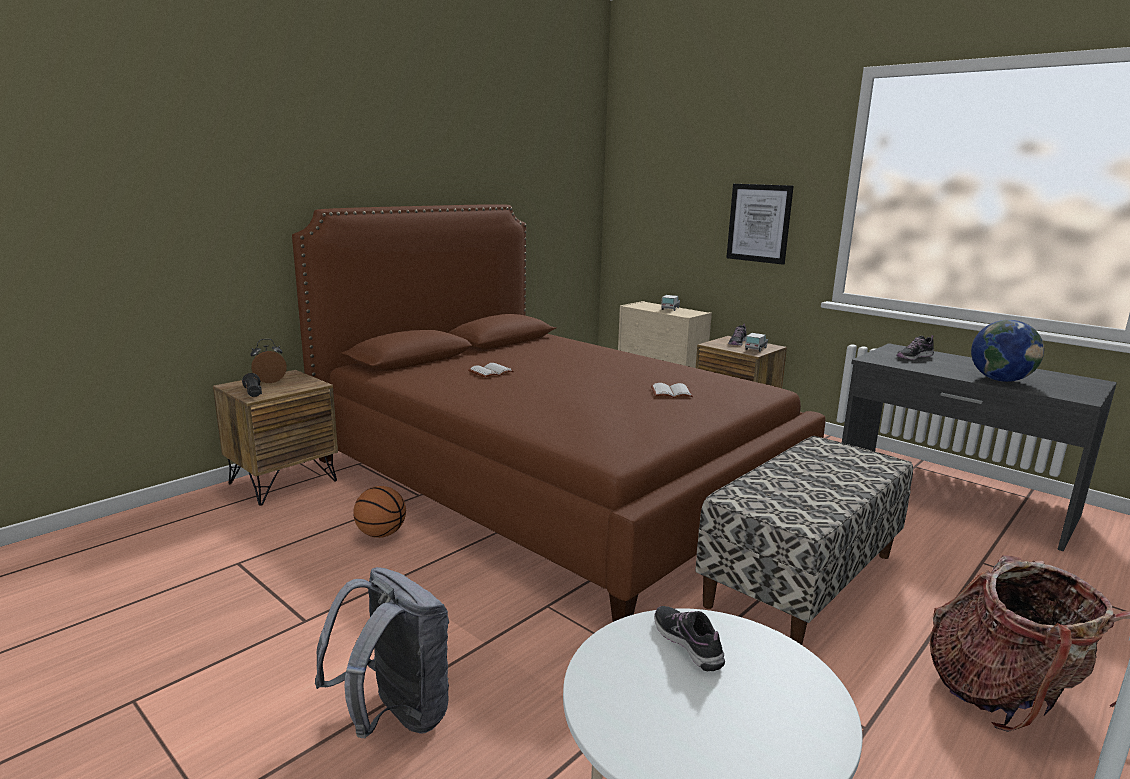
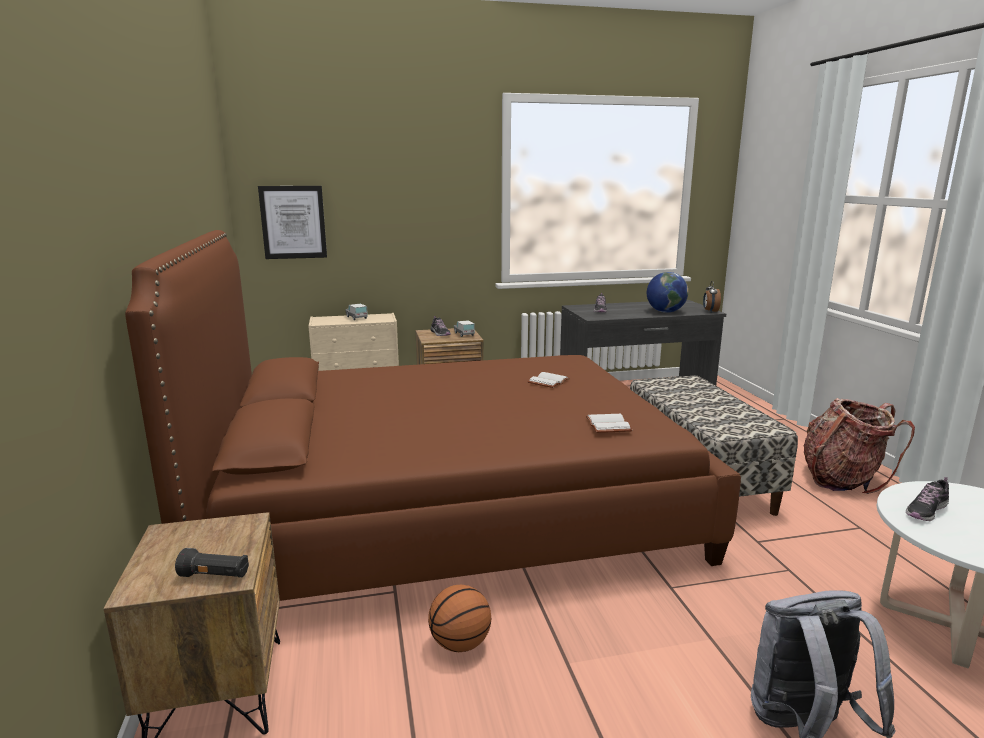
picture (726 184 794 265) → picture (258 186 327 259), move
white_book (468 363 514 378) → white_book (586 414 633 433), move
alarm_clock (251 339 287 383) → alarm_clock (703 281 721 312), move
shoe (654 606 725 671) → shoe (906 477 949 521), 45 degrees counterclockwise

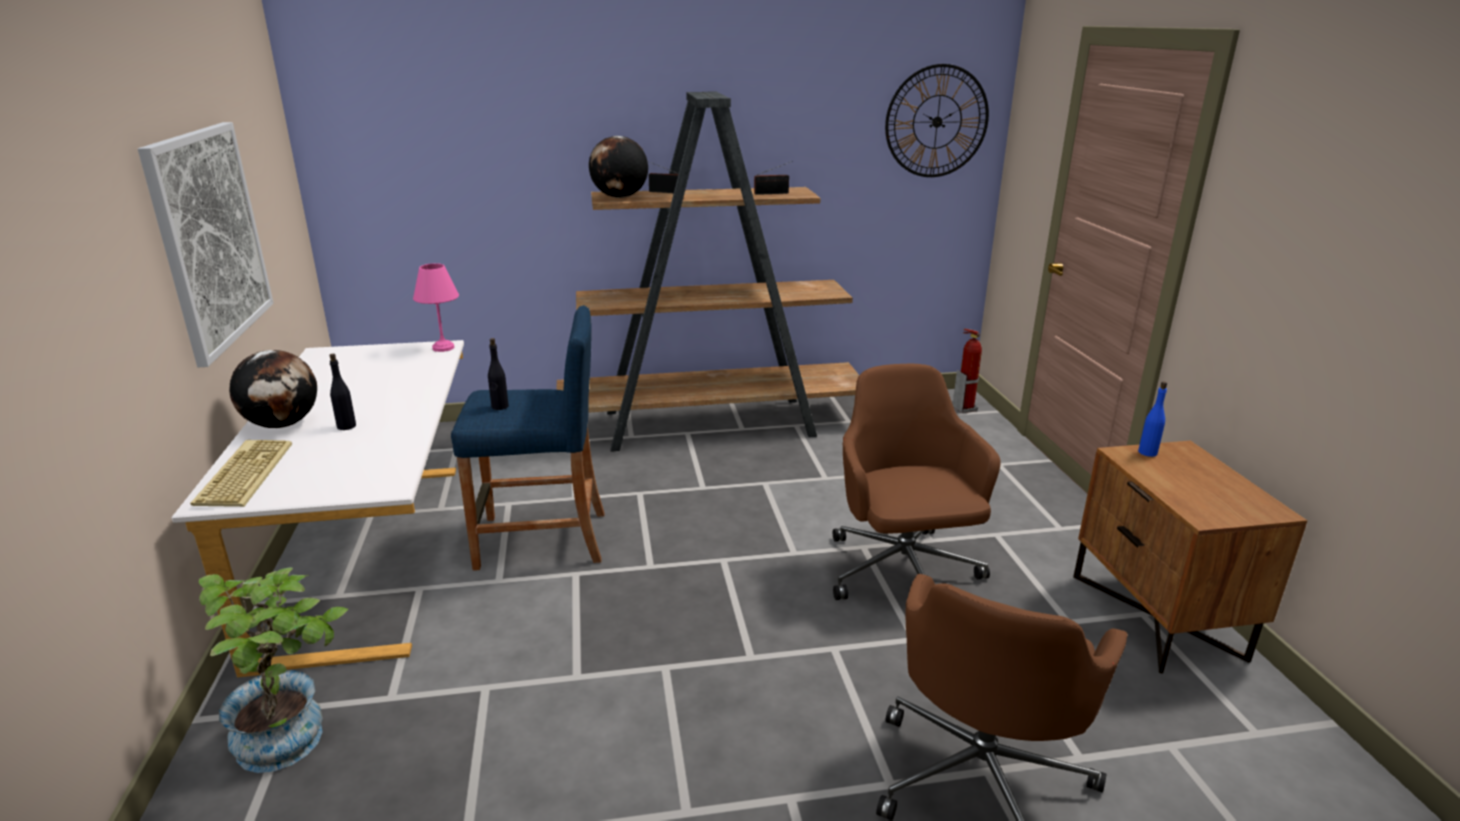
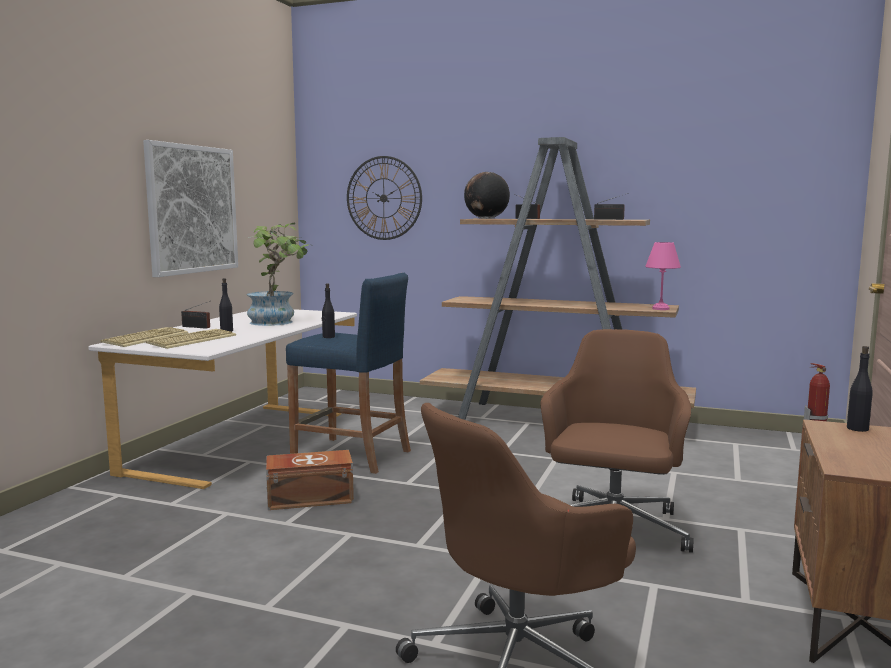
- → keyboard (146 329 236 349)
globe (229 350 317 428) → radio (181 301 210 329)
potted_plant (199 567 348 773) → potted_plant (246 223 308 326), move
- → brown_storage_box (266 450 354 510)
wall_clock (885 64 989 177) → wall_clock (347 156 422 240), move
pink_table_lamp (413 263 459 352) → pink_table_lamp (645 242 681 310), move
blue_bottle (1138 382 1167 457) → black_bottle (847 346 873 432)

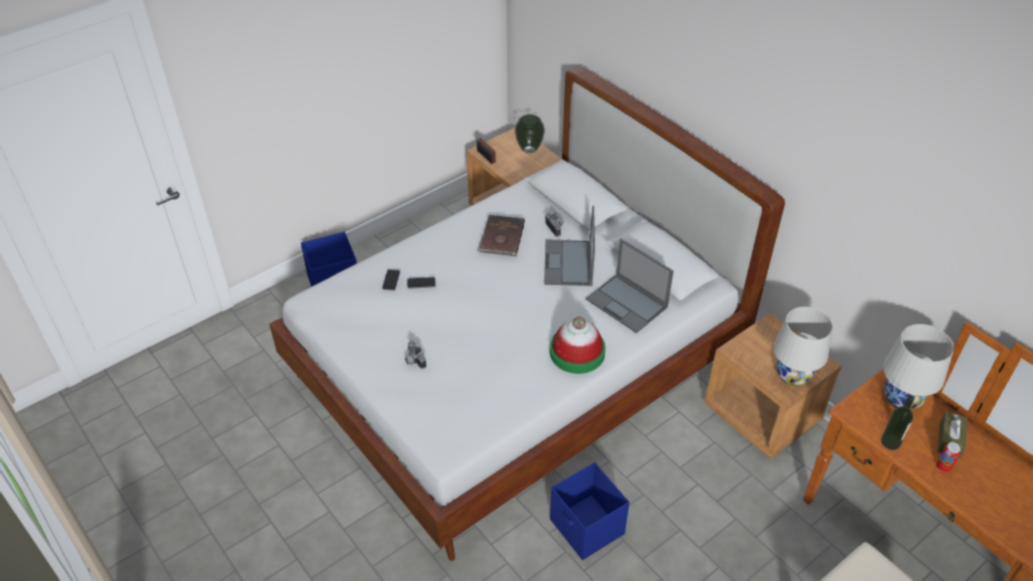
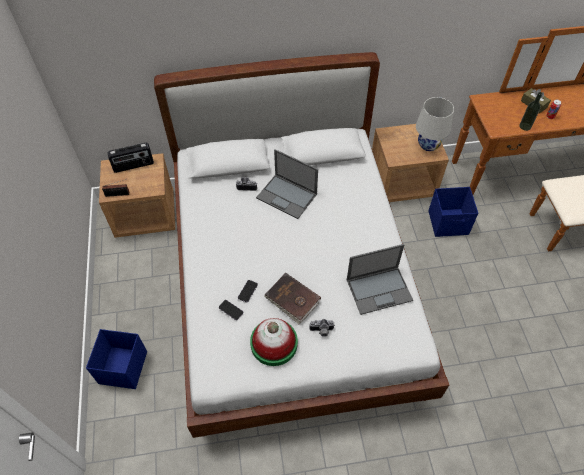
vase (515 114 545 153) → radio (107 143 154 173)
hat (550 316 606 374) → hat (250 318 298 366), move
brown_book (477 215 525 256) → brown_book (264 273 321 324), move
laptop (586 239 674 333) → laptop (347 244 413 315), move
blue_storage_box (550 462 630 560) → blue_storage_box (428 187 478 237), move
white_table_lamp (883 324 954 410) → -

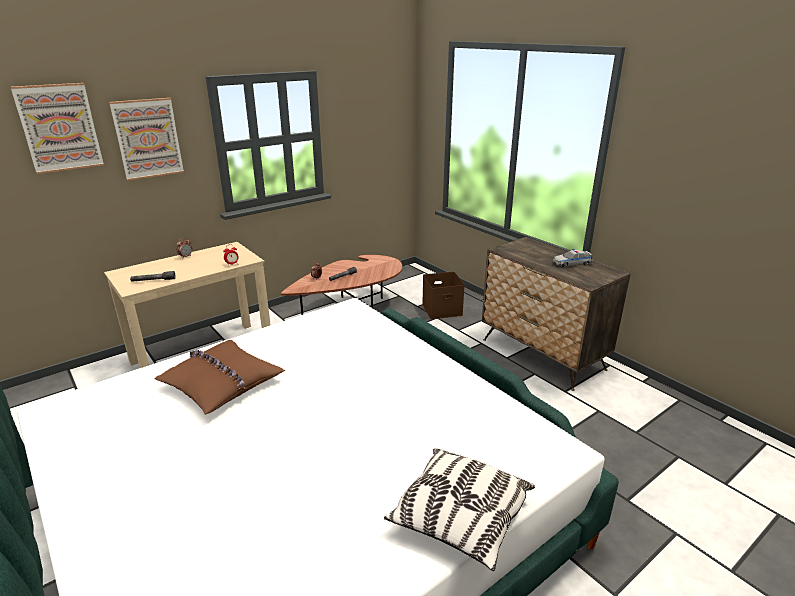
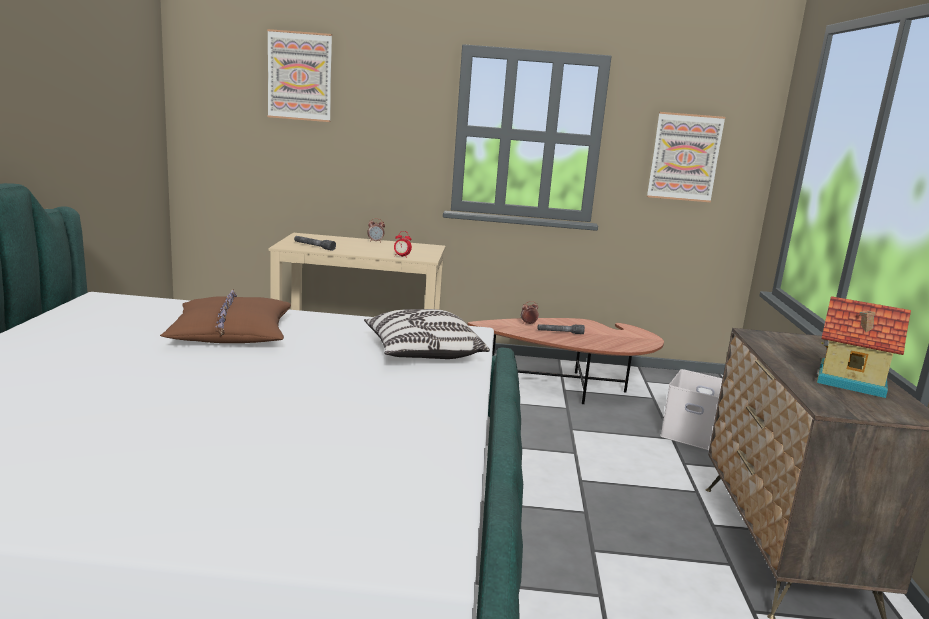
pillow (384 448 535 571) → pillow (364 309 490 359), move
picture (109 98 184 181) → picture (647 112 725 202), move
brown_storage_box (422 272 465 319) → white_storage_box (660 369 723 450)
toy_car (553 249 593 267) → toy_house (817 296 911 398)

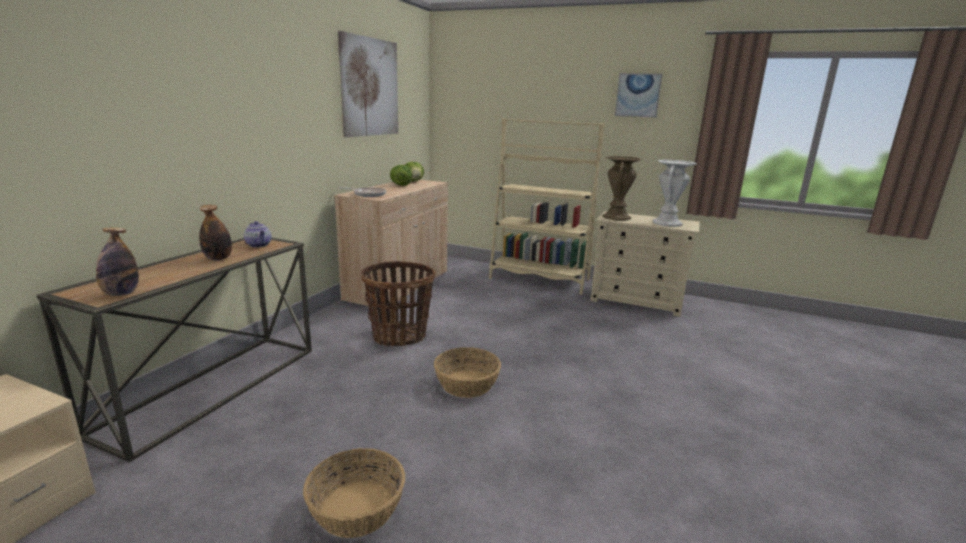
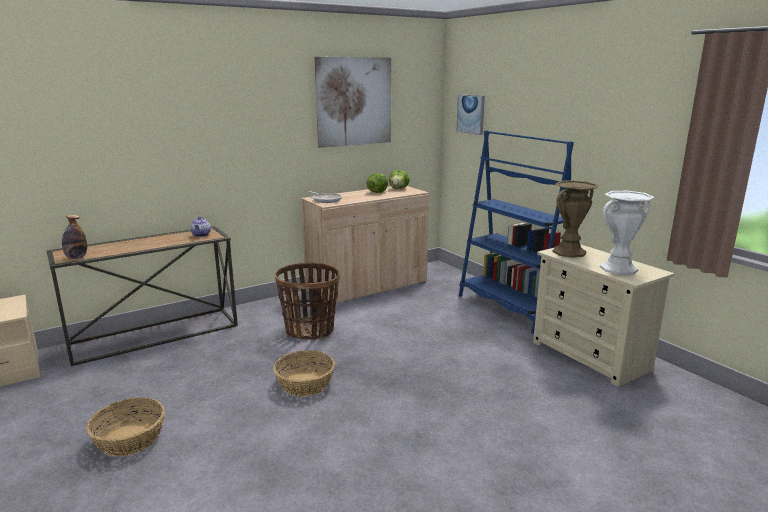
picture (615 73 662 118) → picture (456 94 485 135), move
beige_bookcase (489 119 605 295) → blue_bookcase (459 130 574 334)
bottle (199 205 232 260) → -

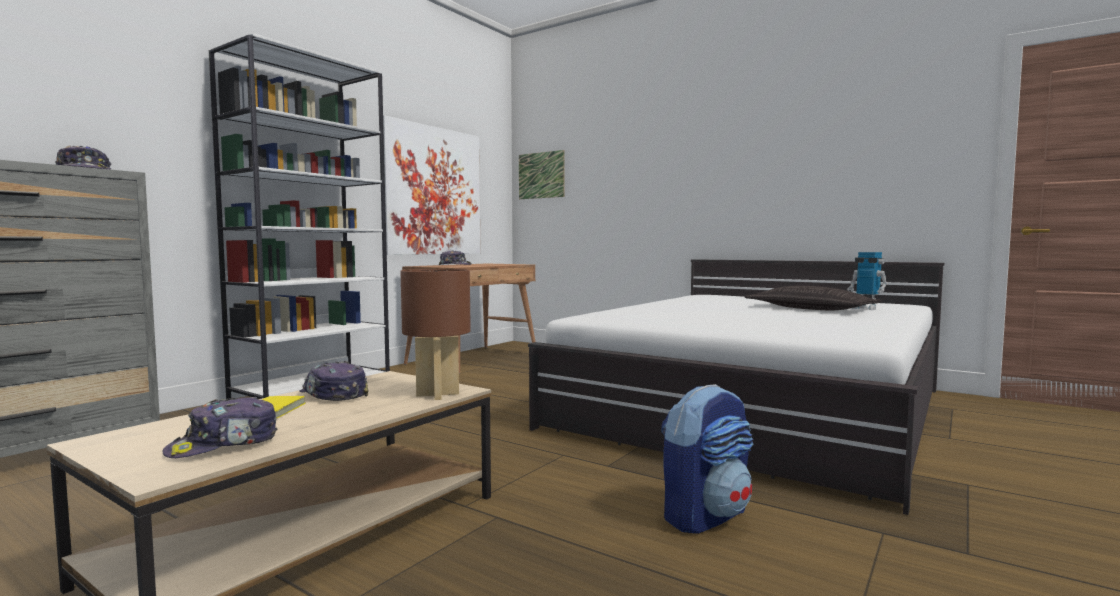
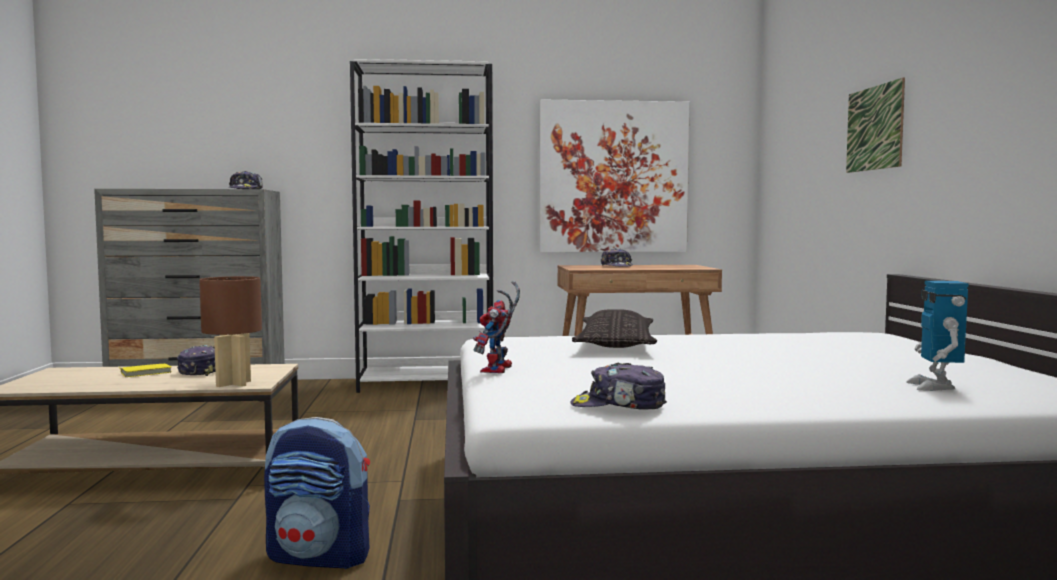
- → toy_robot (473 281 520 373)
cap (162 397 278 458) → cap (570 363 667 409), move
pillow (745 286 881 310) → pillow (572 309 657 348), move
picture (519 150 565 199) → picture (846 78 905 173), move

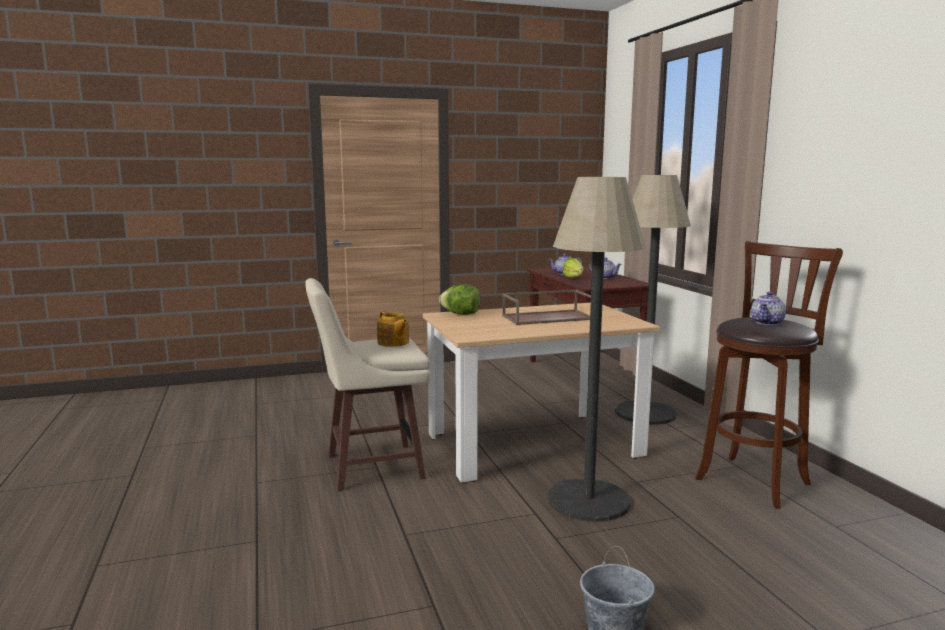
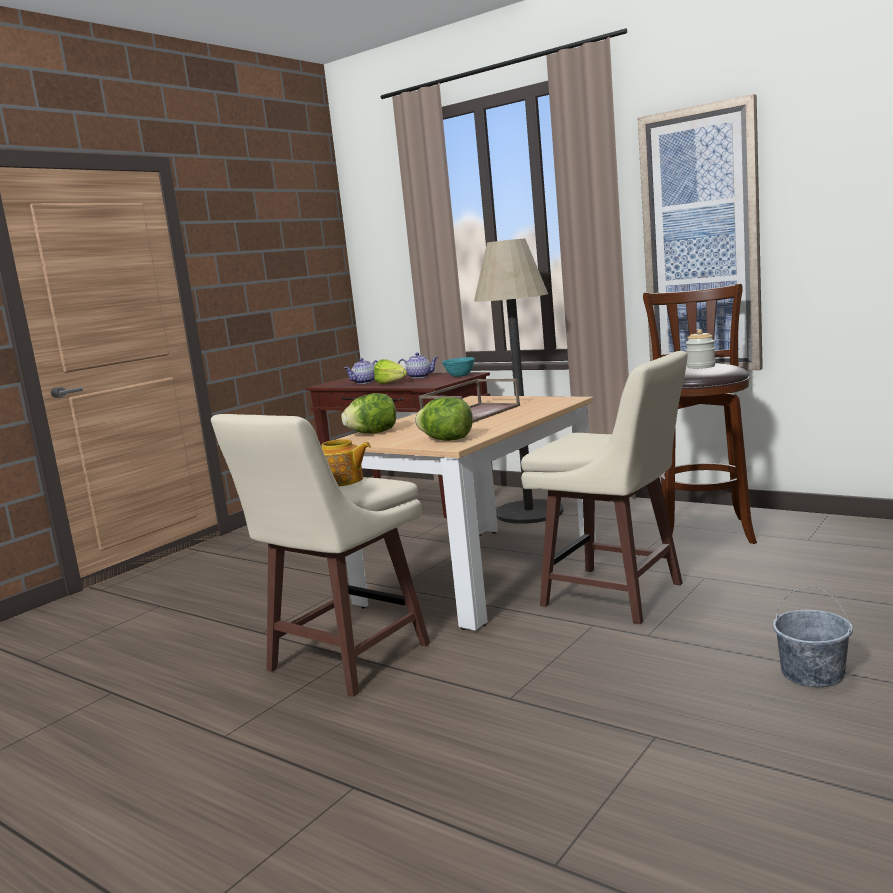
- → lettuce (415 397 473 441)
- → turquoise_bowl (442 357 475 377)
floor_lamp (548 177 646 522) → beige_stool (521 351 688 624)
- → picture (638 94 763 370)
teapot (751 292 786 325) → jar (686 329 715 369)

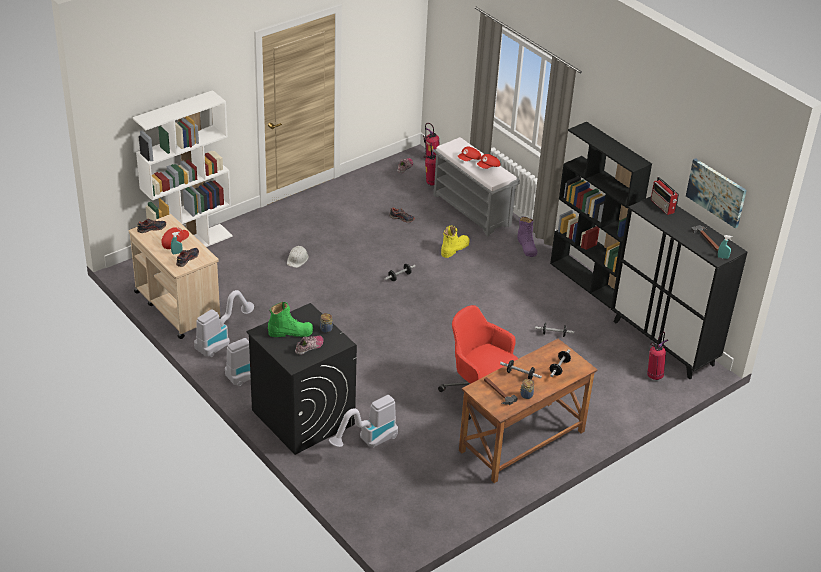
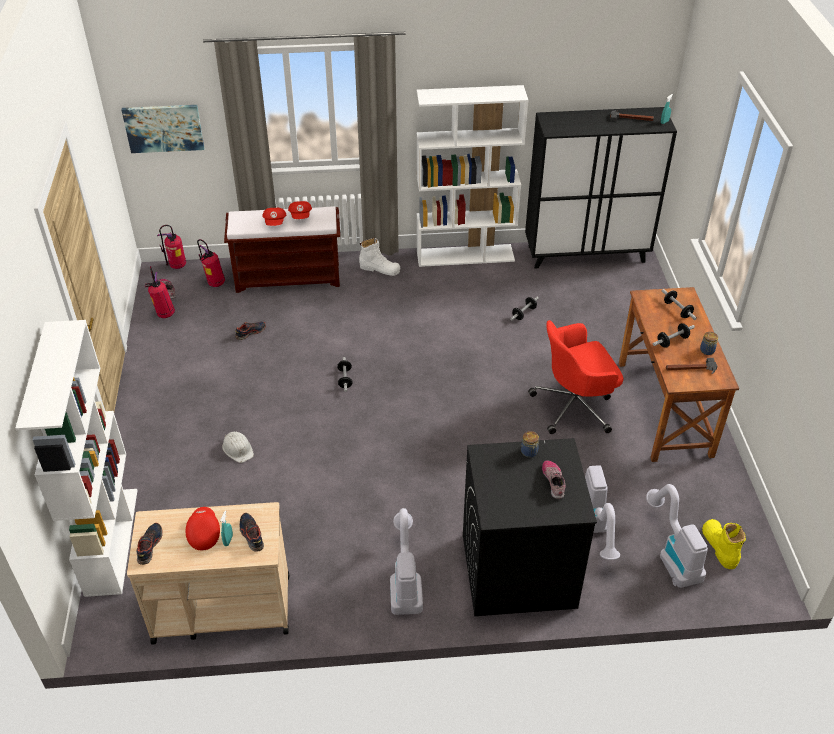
picture (686 158 747 228) → picture (121 105 204 153), move
fire_extinguisher (647 332 669 380) → fire_extinguisher (145 266 175 318), move
grey_bench (433 137 520 236) → brown_bench (224 206 340 293)
purple_boot (517 216 538 257) → white_boot (359 238 400 276)
black_bookcase (550 122 652 308) → white_bookcase (417 85 529 267)
vacuum_cleaner (194 290 254 357) → vacuum_cleaner (646 484 708 588), move
yellow_boot (441 226 469 258) → yellow_boot (702 519 746 569), move
green_boot (268 302 313 337) → -
radio (651 177 679 215) → -

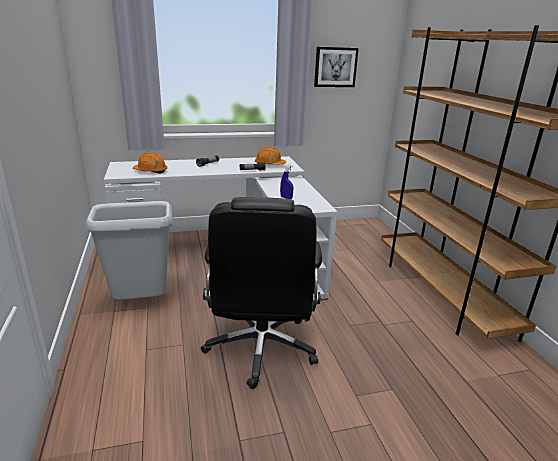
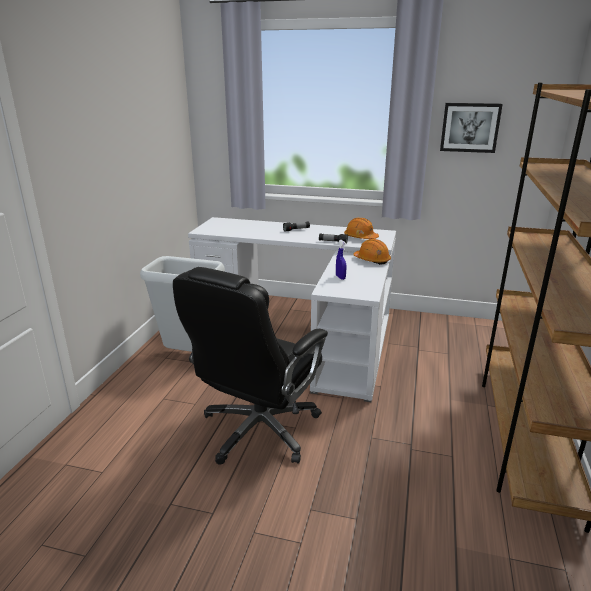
orange_hard_hat (133 152 168 174) → orange_hard_hat (353 239 391 265), move

